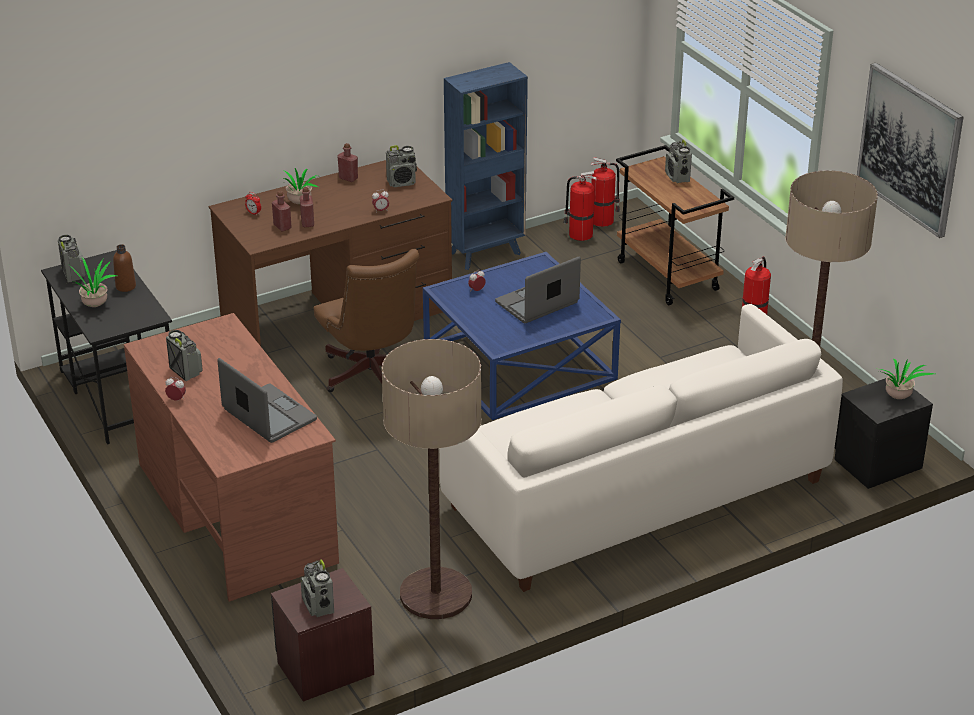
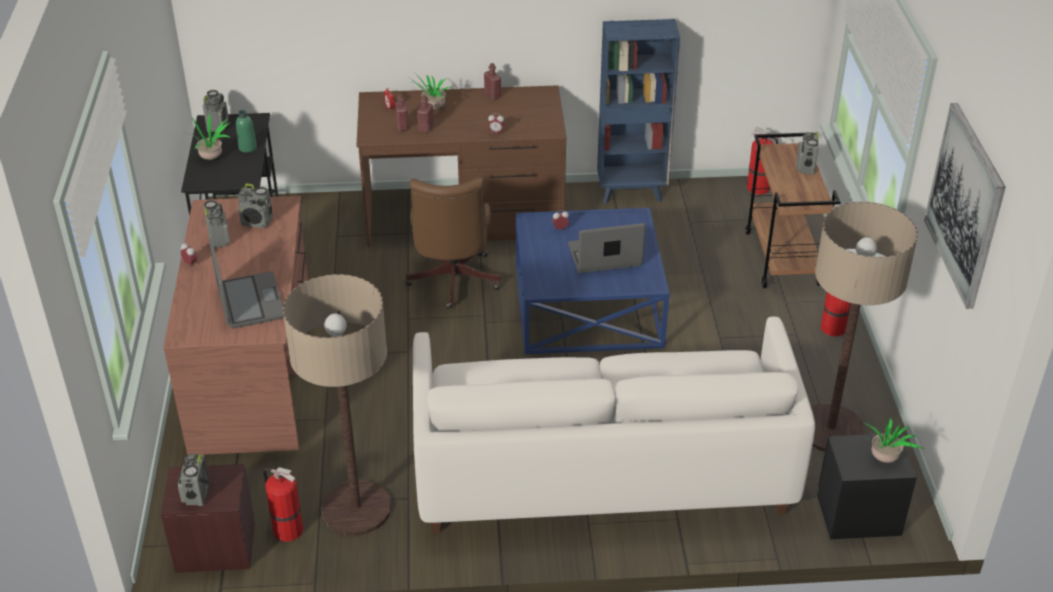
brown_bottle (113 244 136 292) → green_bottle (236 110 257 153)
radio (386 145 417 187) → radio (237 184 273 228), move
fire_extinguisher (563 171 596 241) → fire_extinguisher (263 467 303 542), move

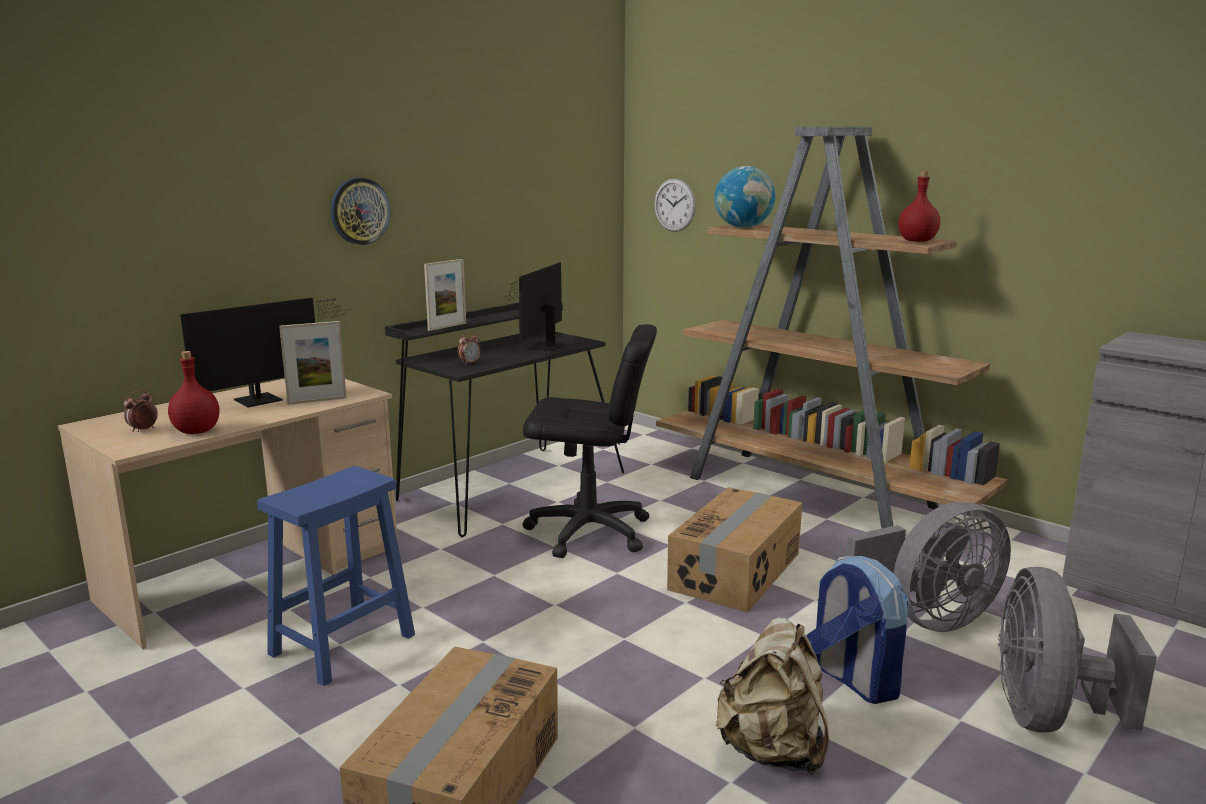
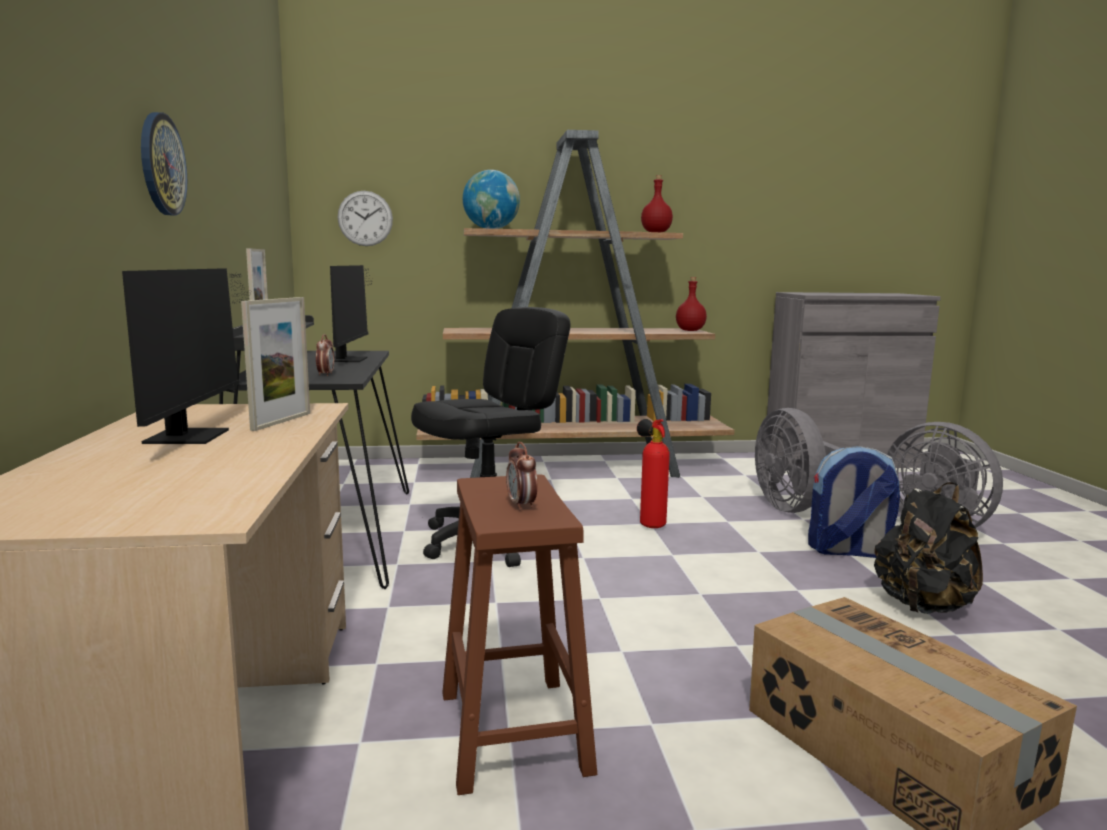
monitor (504 262 565 351) → monitor (330 265 373 362), 150 degrees counterclockwise
blue_stool (257 466 415 686) → brown_stool (442 474 597 795)
alarm_clock (124 390 158 432) → alarm_clock (506 442 537 511), move
cardboard_box (667 487 802 612) → fire_extinguisher (637 419 670 528)
red_bottle (168 351 219 434) → red_bottle (676 277 707 331), move
grey_fan (846 502 1011 632) → grey_fan (755 408 840 513), 150 degrees clockwise
beige_backpack (716 617 829 775) → black_backpack (874 482 983 614)

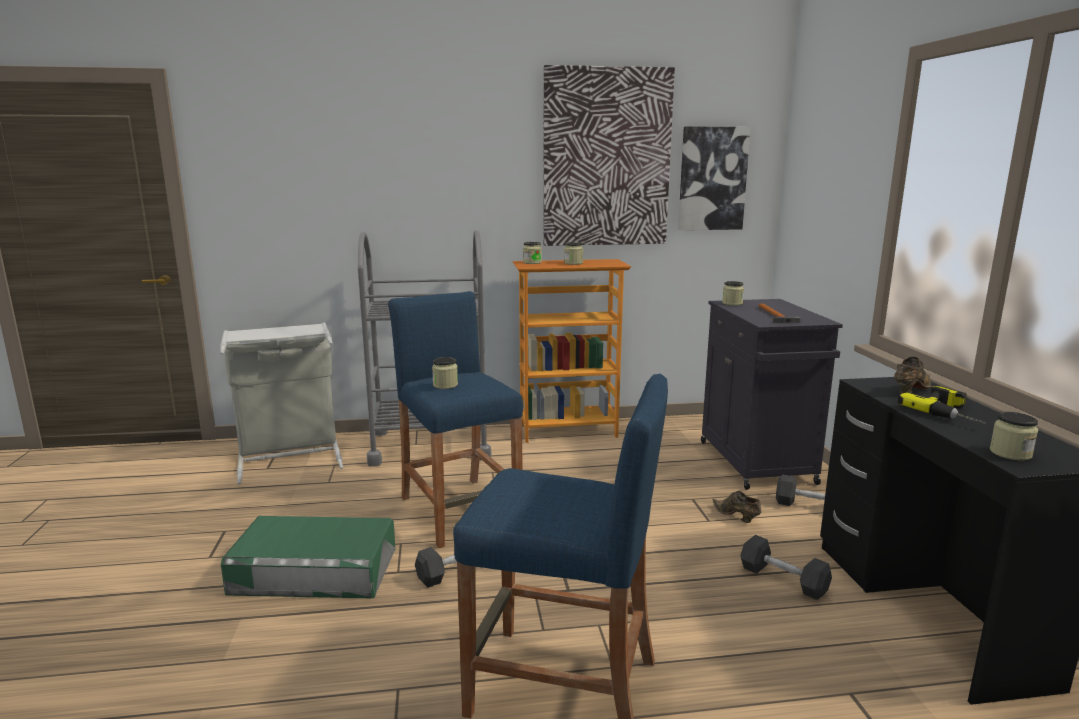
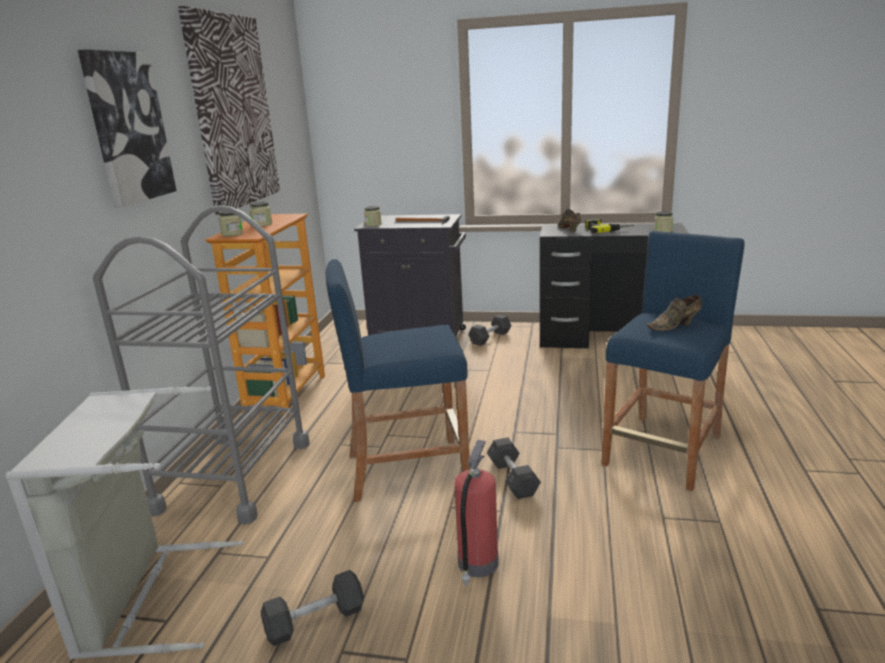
picture (678 127 751 230) → picture (78 49 177 207), move
grey_dumbbell (740 535 832 600) → grey_dumbbell (261 570 364 646), move
green_storage_box (221 516 395 598) → fire_extinguisher (454 440 499 586)
brown_shoe (712 491 761 523) → brown_shoe (647 295 702 331), move
jar (432 357 458 389) → -

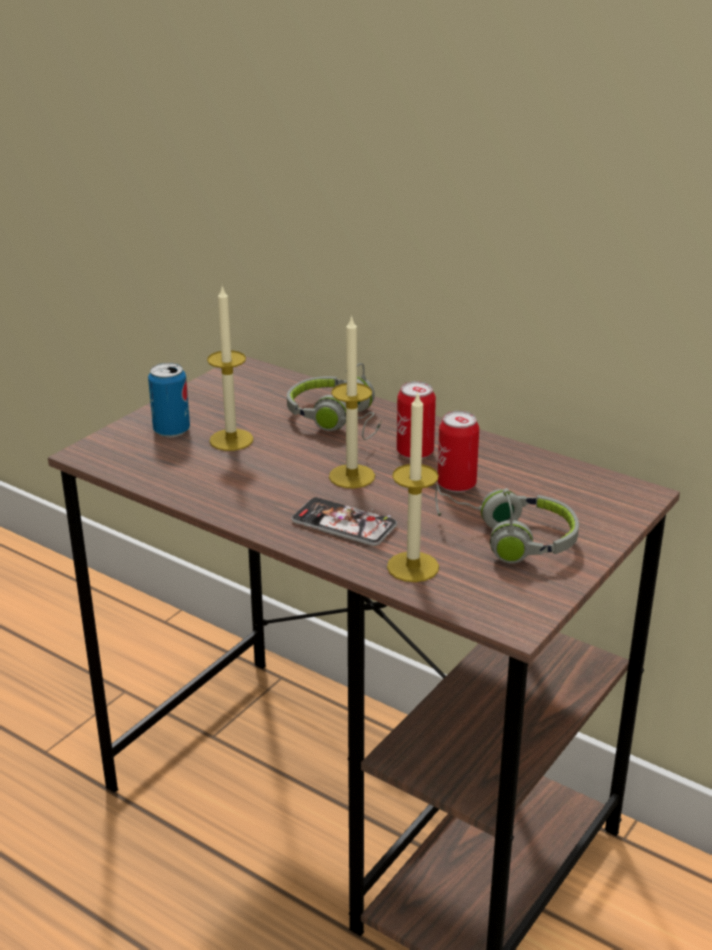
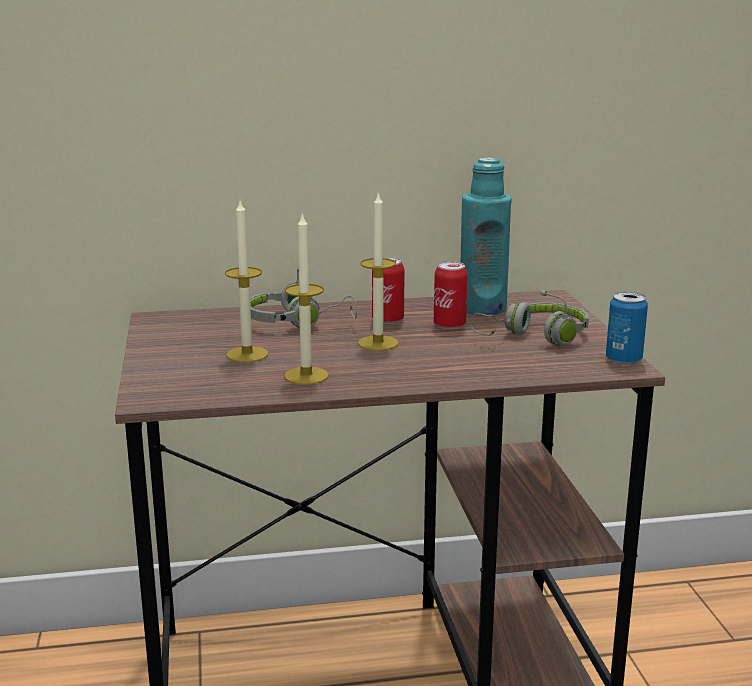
candle (387 392 439 582) → candle (284 212 329 385), move
- → turquoise_bottle (460 158 512 316)
can (148 363 190 437) → can (606 292 648 365), move
phone (291 497 397 546) → -

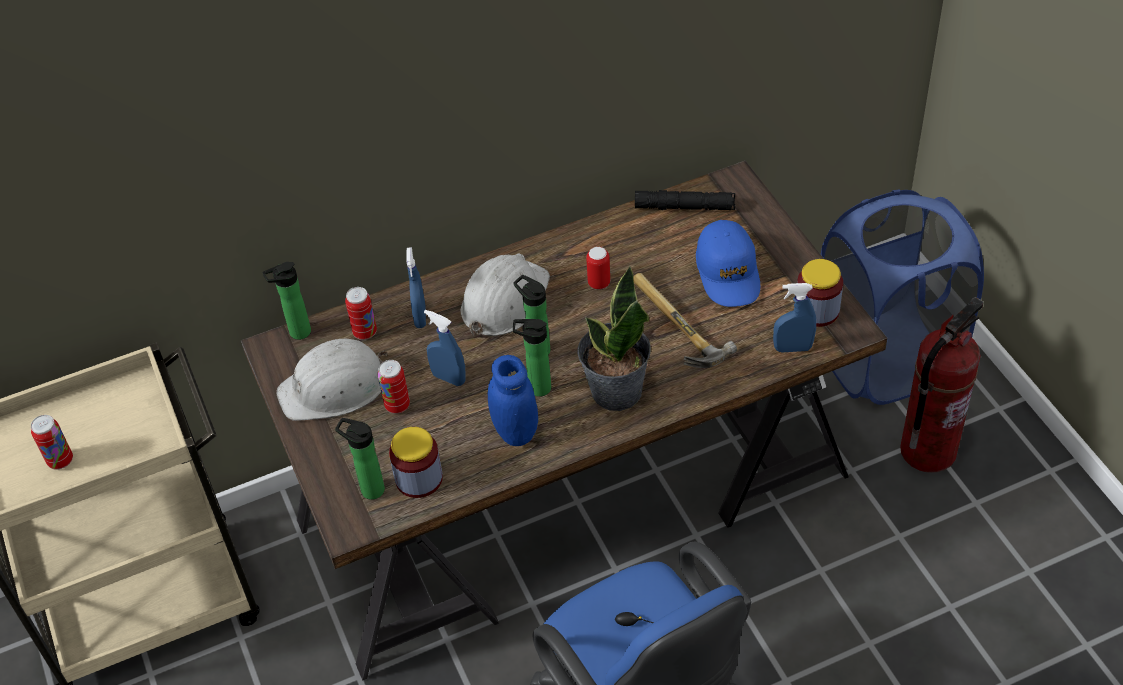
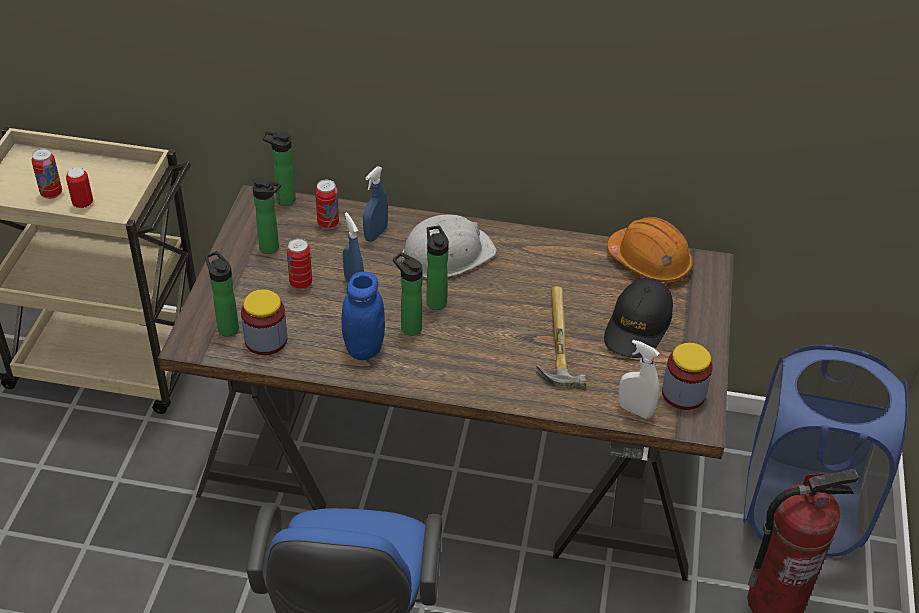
can (586 247 610 289) → can (66 168 93 208), move
white_hard_hat (276 339 388 421) → bottle (253 177 281 254)
blue_cap (696 220 760 307) → black_cap (604 278 673 358)
black_flashlight (635 190 735 210) → orange_hard_hat (607 217 693 282)
blue_spray_bottle (773 283 816 352) → white_spray_bottle (619 339 660 419)
potted_plant (577 265 651 411) → -

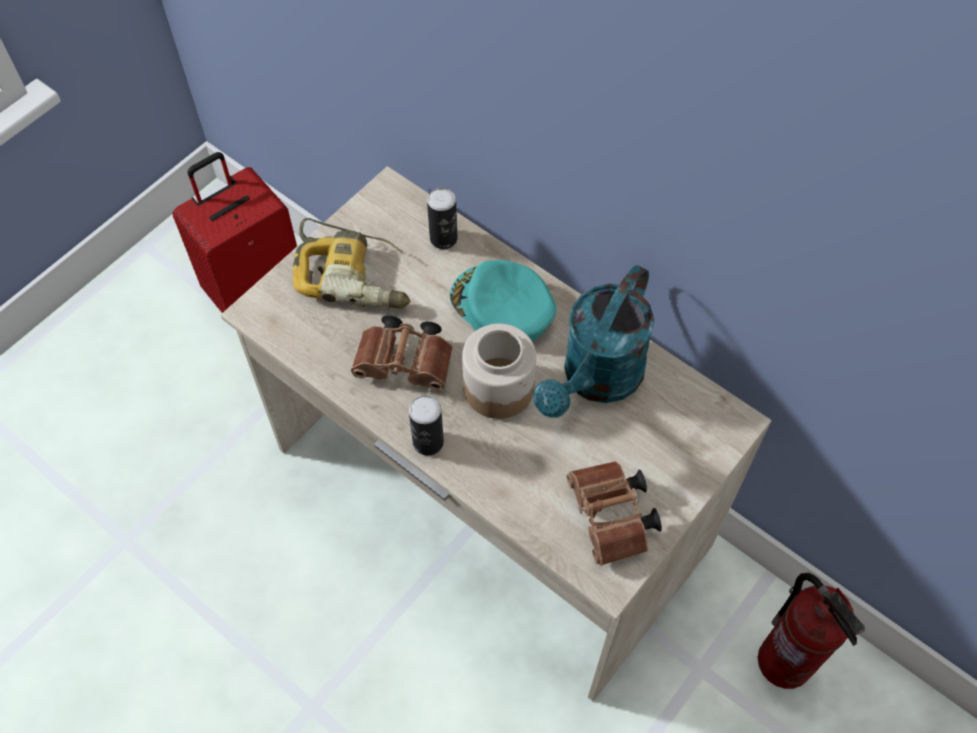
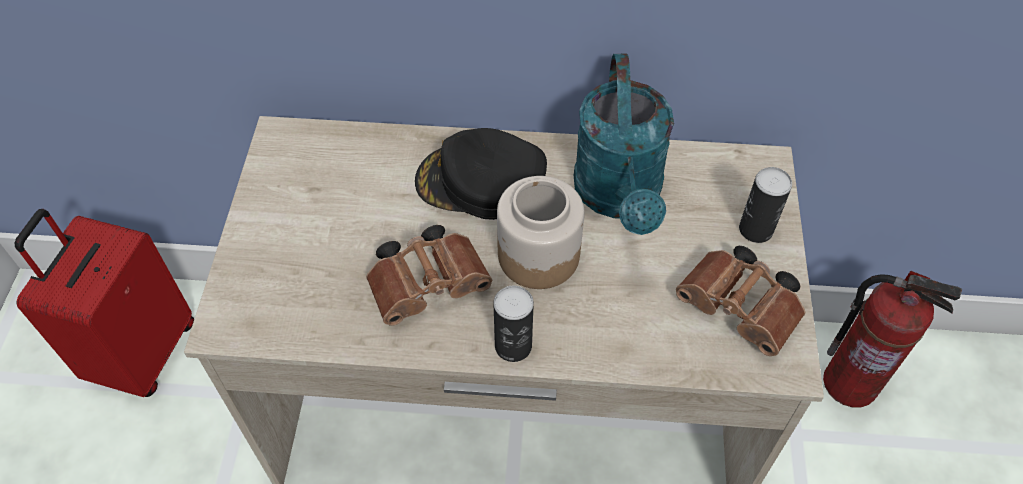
turquoise_cap (450 260 557 341) → black_cap (415 128 547 220)
can (427 188 458 249) → can (739 167 792 243), move
power_drill (293 218 410 309) → -

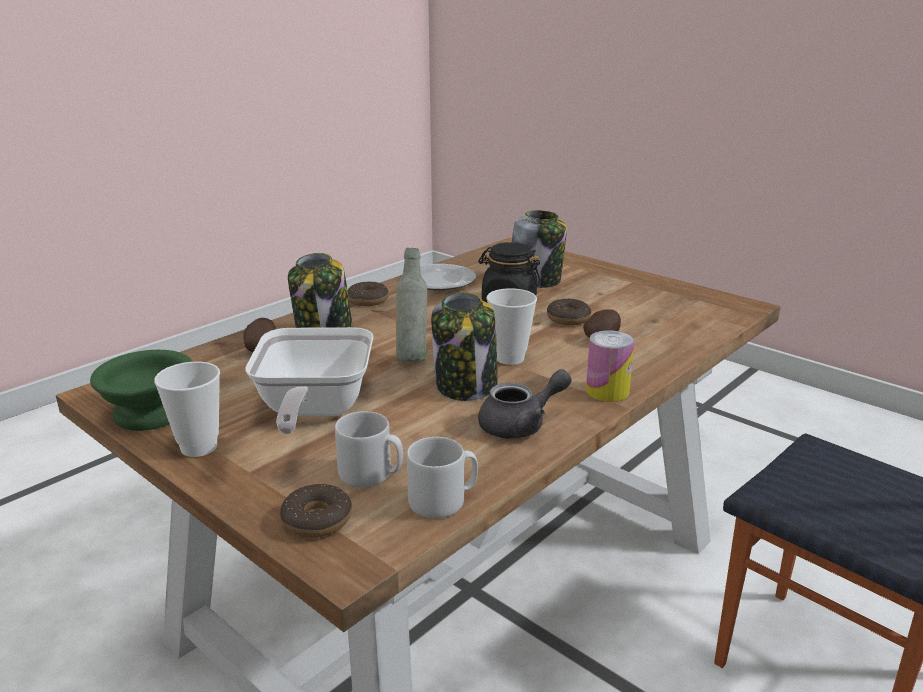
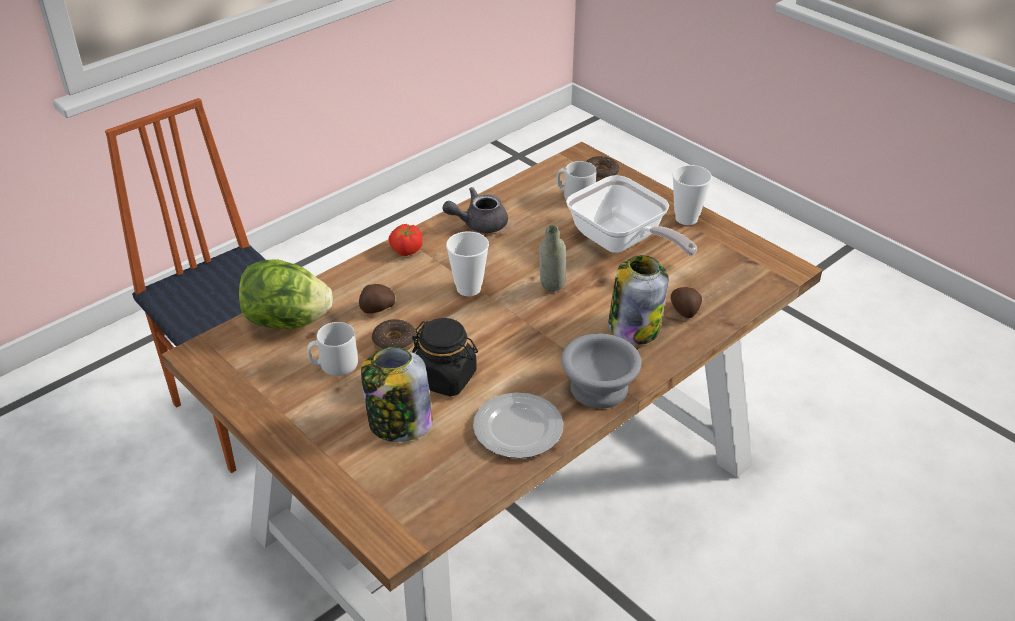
- → lettuce (239 259 333 329)
grey_mug (407 437 478 518) → grey_mug (307 322 358 376), move
can (586 330 635 402) → tomato (388 224 423 256)
donut (348 282 389 306) → grey_bowl (561 333 641 408)
frying_pan (245 327 373 434) → frying_pan (566 175 697 256), 135 degrees clockwise
green_bowl (90 350 193 431) → -
jar (431 292 498 401) → -

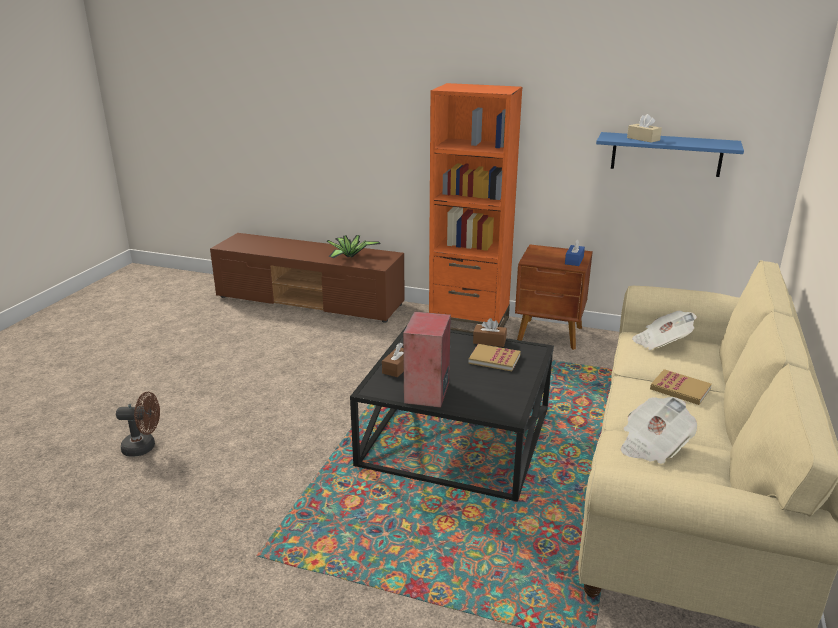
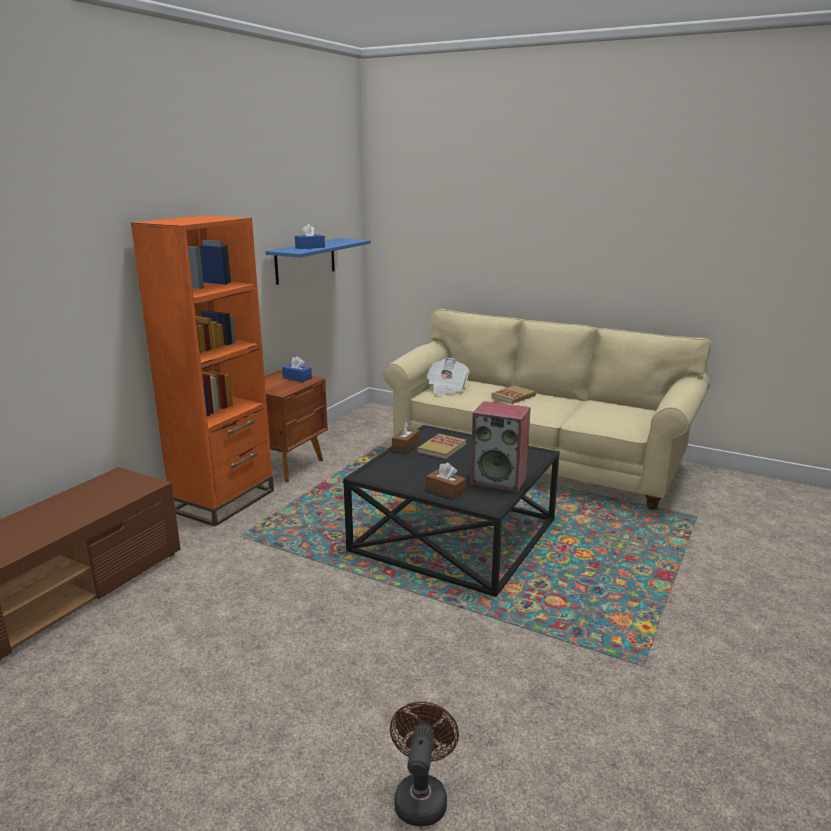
beige_tissue_box (627 114 662 143) → blue_tissue_box (295 224 325 249)
potted_plant (326 235 381 258) → -
newspaper (621 397 697 464) → -

